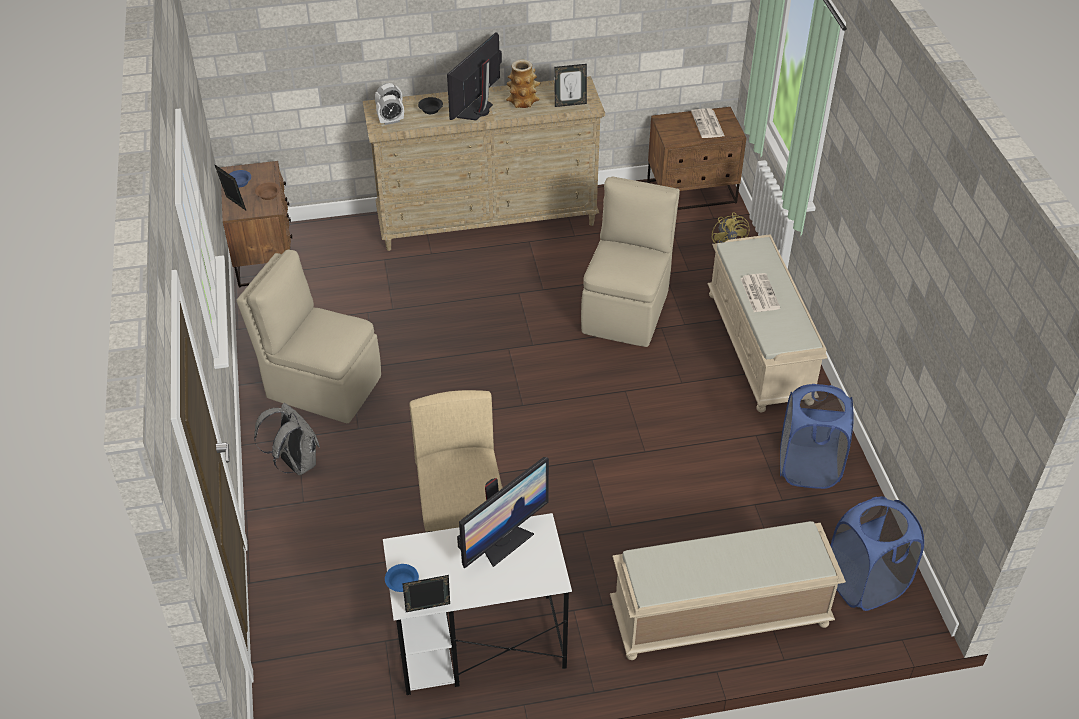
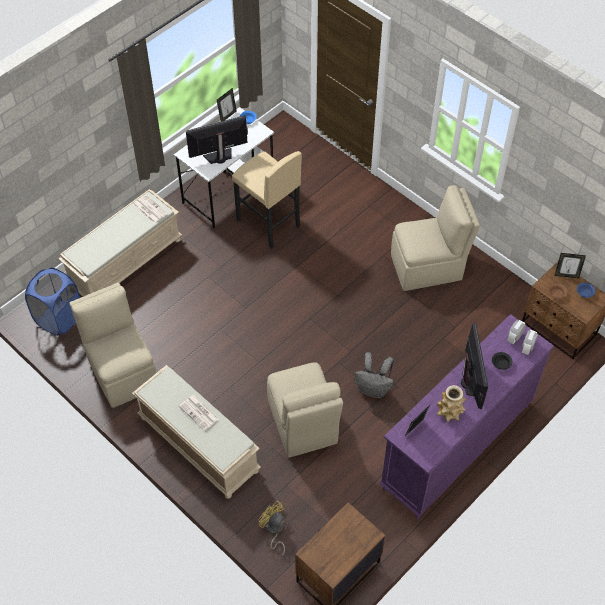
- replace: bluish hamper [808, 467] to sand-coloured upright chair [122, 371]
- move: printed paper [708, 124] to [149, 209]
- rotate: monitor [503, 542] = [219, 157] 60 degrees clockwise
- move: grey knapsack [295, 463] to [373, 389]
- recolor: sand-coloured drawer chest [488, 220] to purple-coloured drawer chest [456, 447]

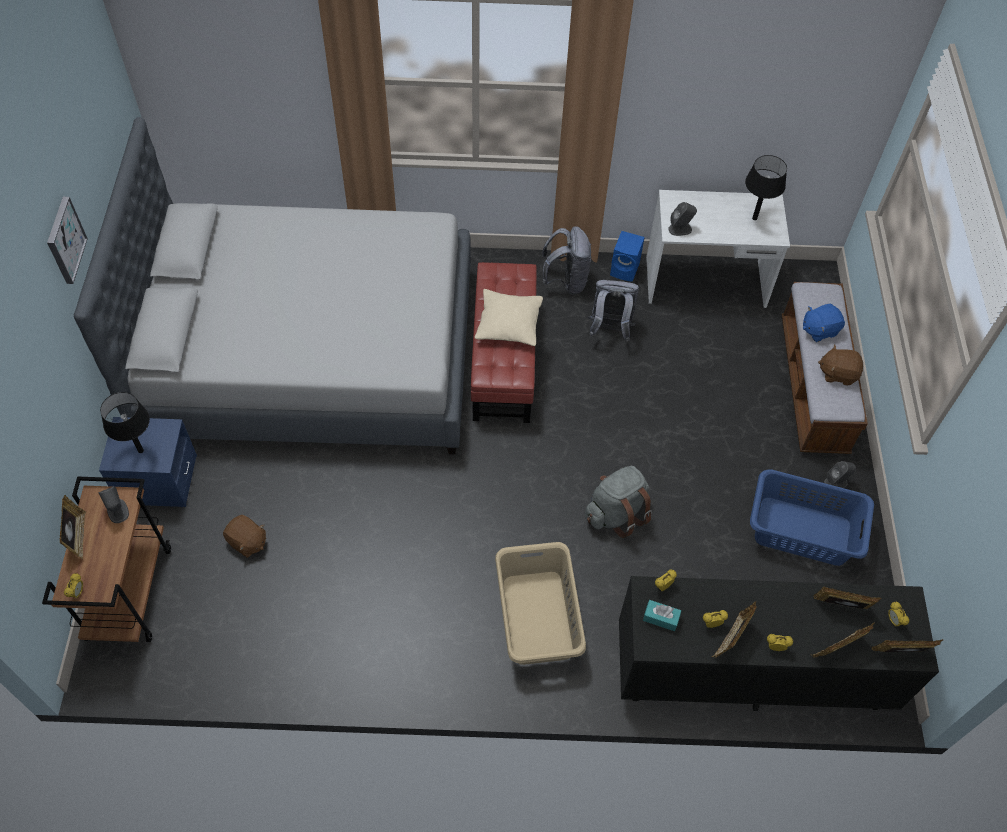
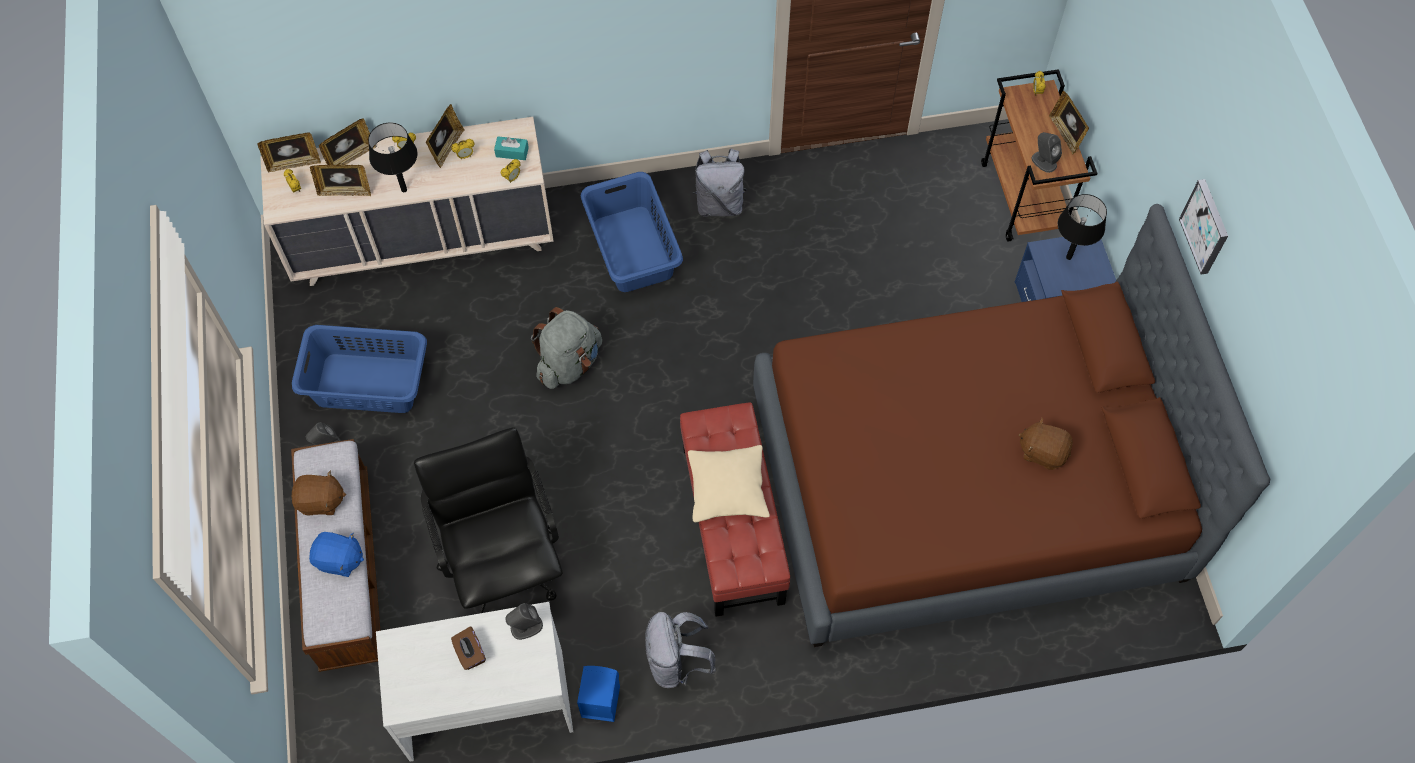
- recolor: black drawer chest [751, 671] to sand-coloured drawer chest [424, 241]
- rotate: bluish soft toy [819, 330] = [339, 560] 45 degrees clockwise
- move: black tabletop lamp [754, 218] to [404, 189]
- insert: black desk chair [504, 563]
- insert: brown tissue holder [470, 653]
- recolor: sand-coloured hamper [536, 618] to bluish hamper [633, 248]
- move: grey knapsack [609, 330] to [719, 204]
- recolor: grey bed [311, 352] to brown bed [965, 484]
- move: brown soft toy [247, 542] to [1042, 452]

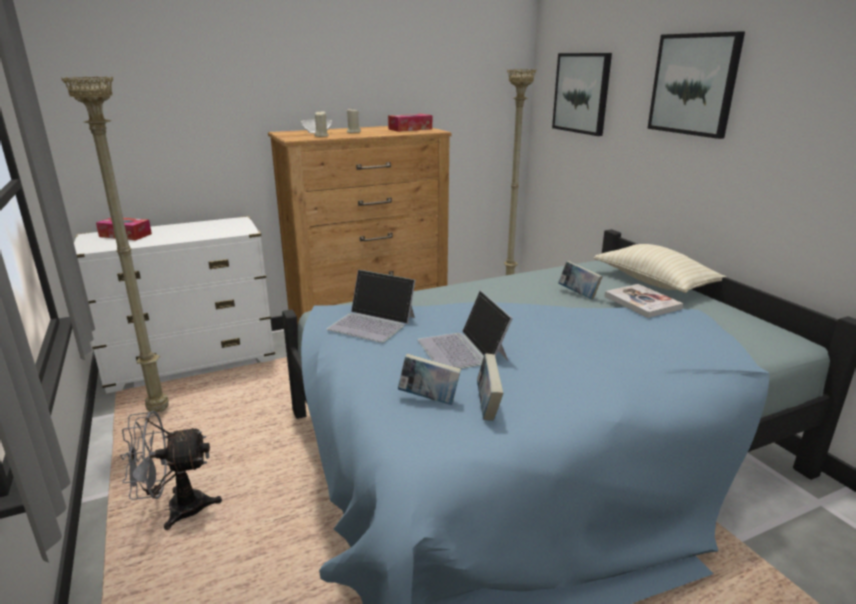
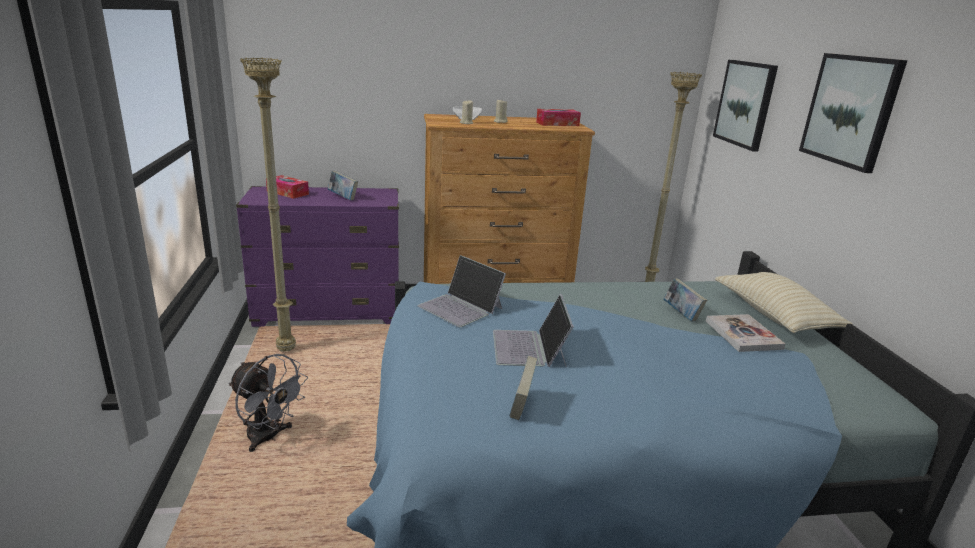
- rotate: grey cooling fan [176, 509] = [269, 437] 150 degrees counterclockwise
- recolor: white-coloured drawer chest [192, 362] to purple-coloured drawer chest [329, 312]
- move: volume [429, 399] to [343, 197]

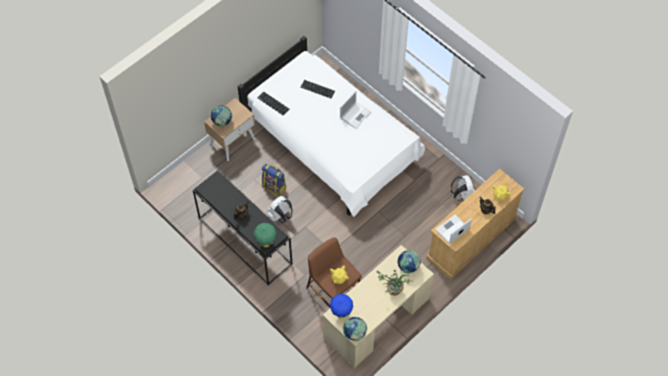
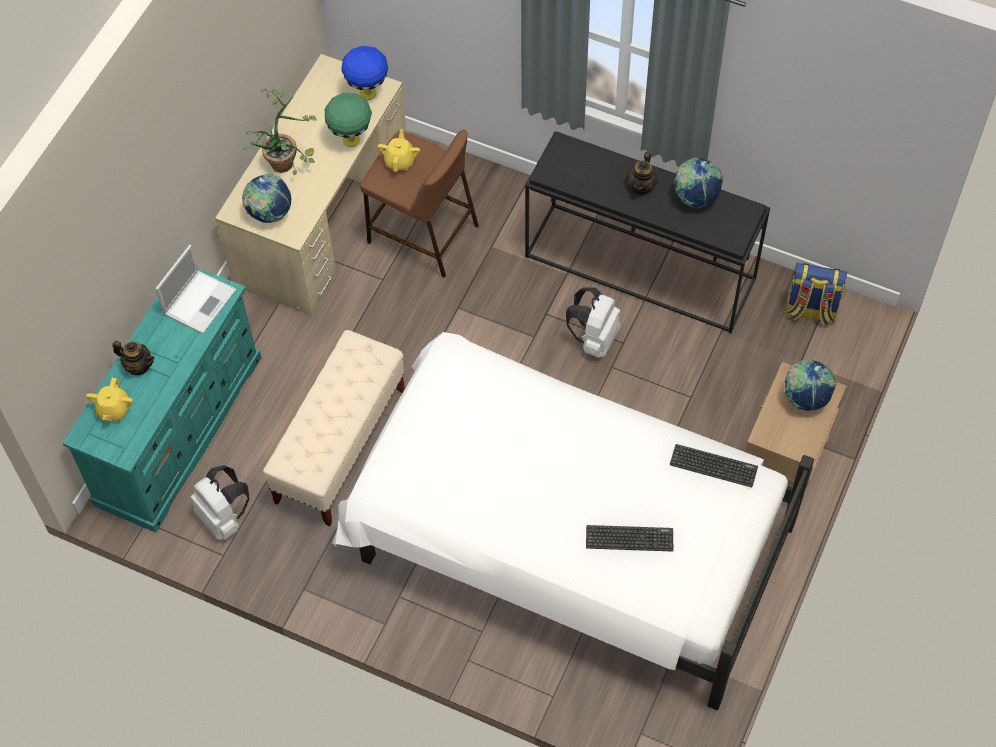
- recolor: sand-coloured drawer chest [471, 239] to turquoise-coloured drawer chest [179, 429]
- insert: sand-coloured indoor bench [340, 446]
- move: greenish tabletop lamp [266, 243] to [351, 141]
- move: world globe [354, 333] to [696, 197]
- move: knapsack [274, 186] to [810, 311]
- delete: notebook computer [355, 114]

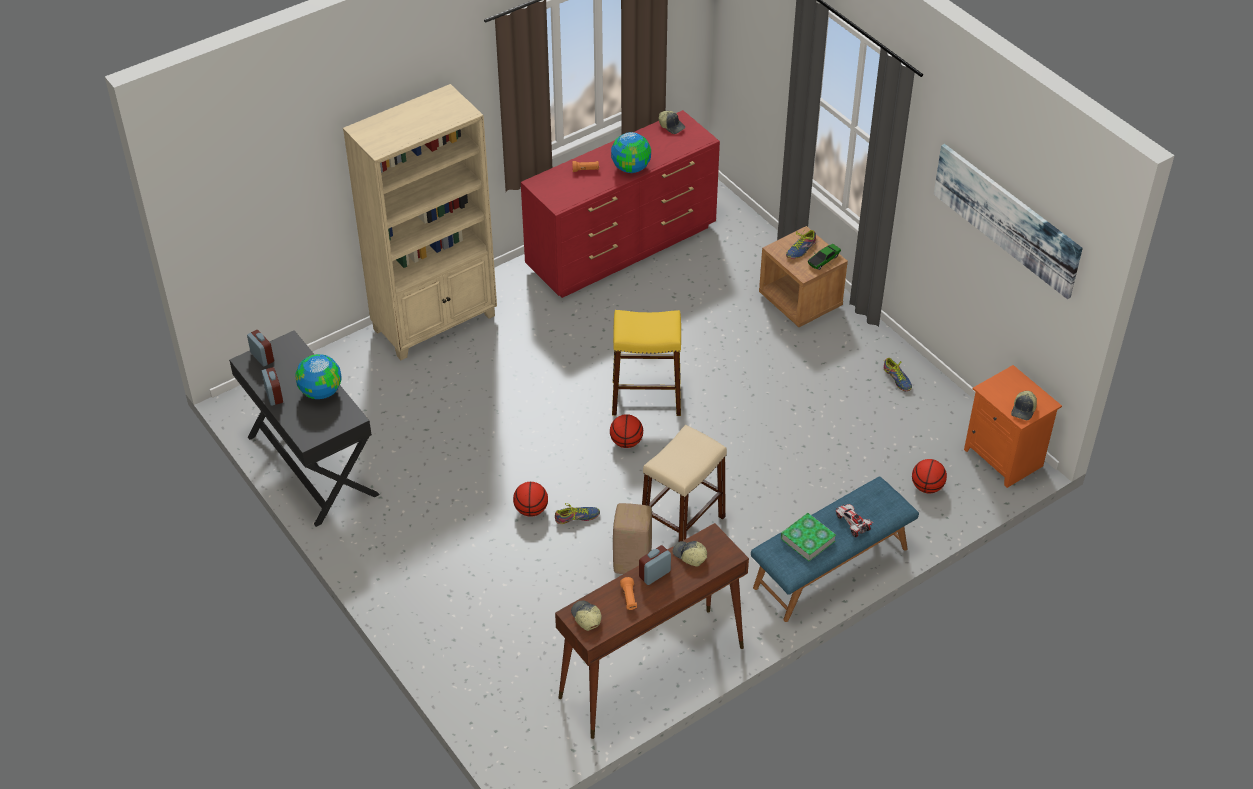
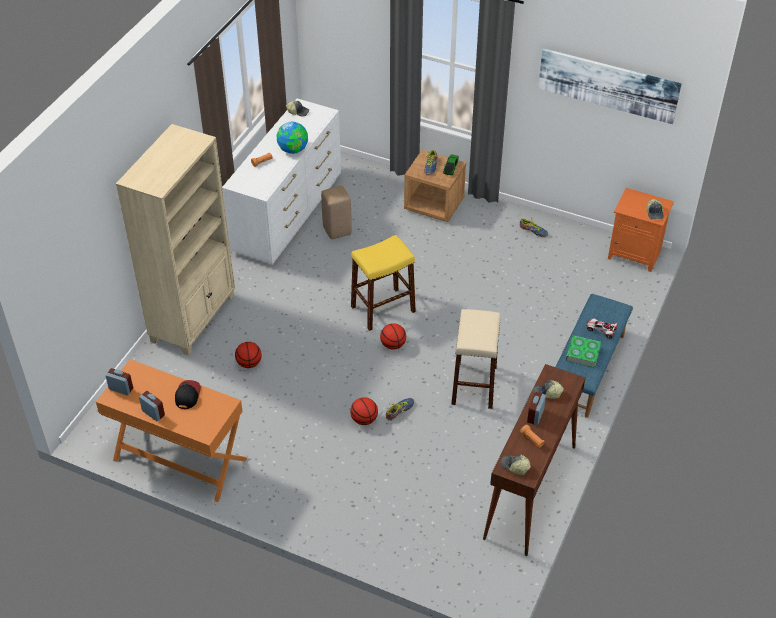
- recolor: black desk [311, 466] to orange desk [179, 459]
- replace: world globe [320, 392] to cap [187, 395]
- recolor: red drawer chest [623, 248] to white-coloured drawer chest [288, 215]
- move: ball for basketball [927, 487] to [249, 363]
- move: sand-coloured sitting stool [633, 563] to [337, 231]

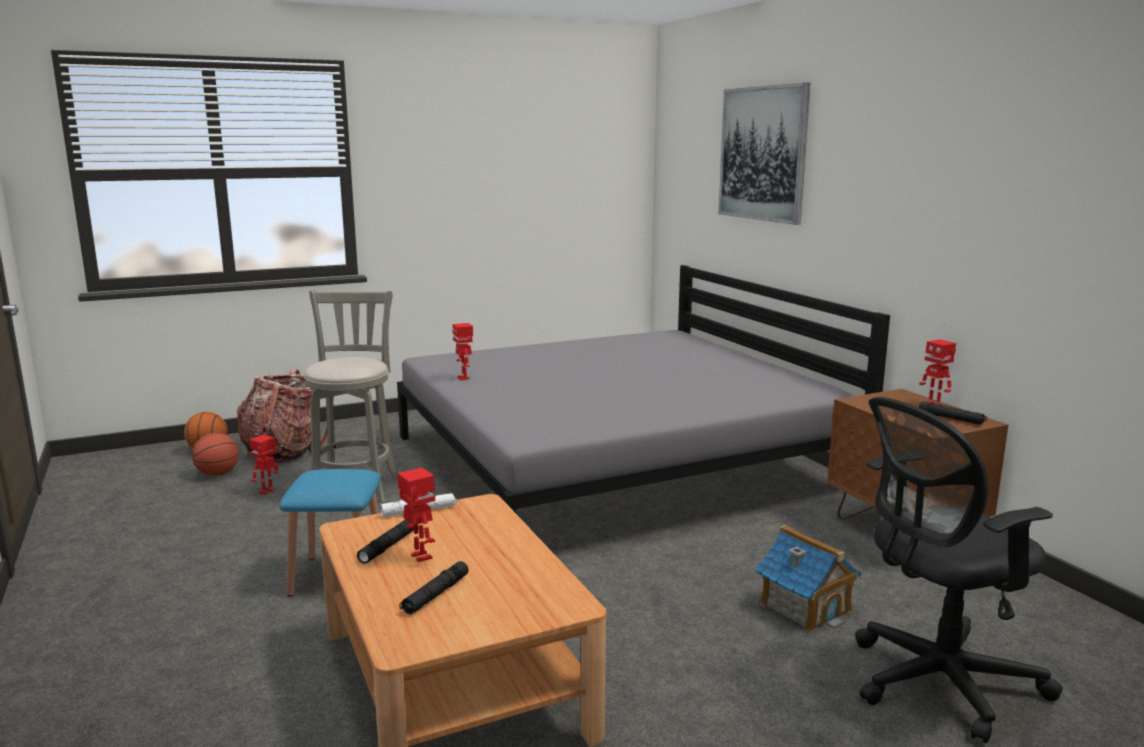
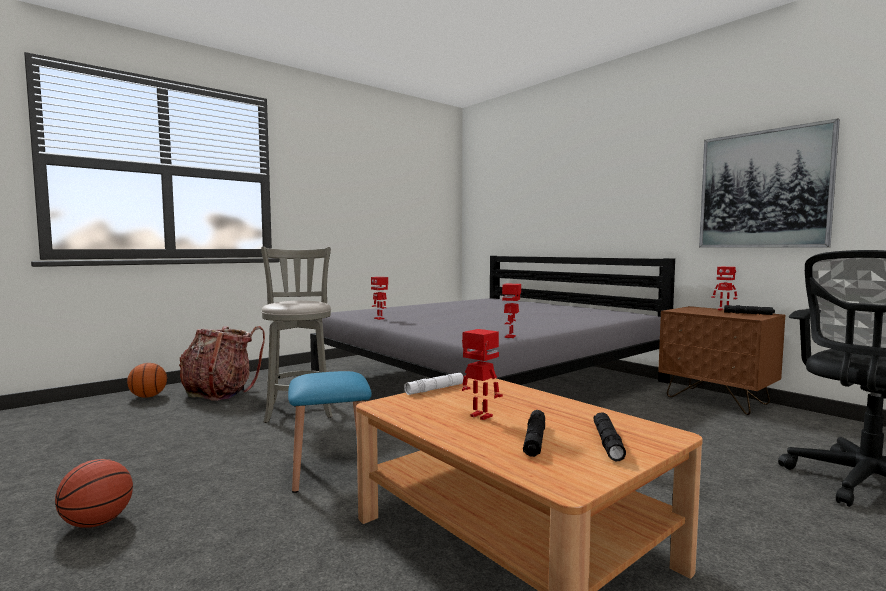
- move: ball for basketball [218, 474] to [97, 522]
- move: model robot [267, 491] to [510, 337]
- move: black hand torch [388, 546] to [608, 442]
- move: wall art [763, 154] to [763, 189]
- delete: miniature house [805, 607]

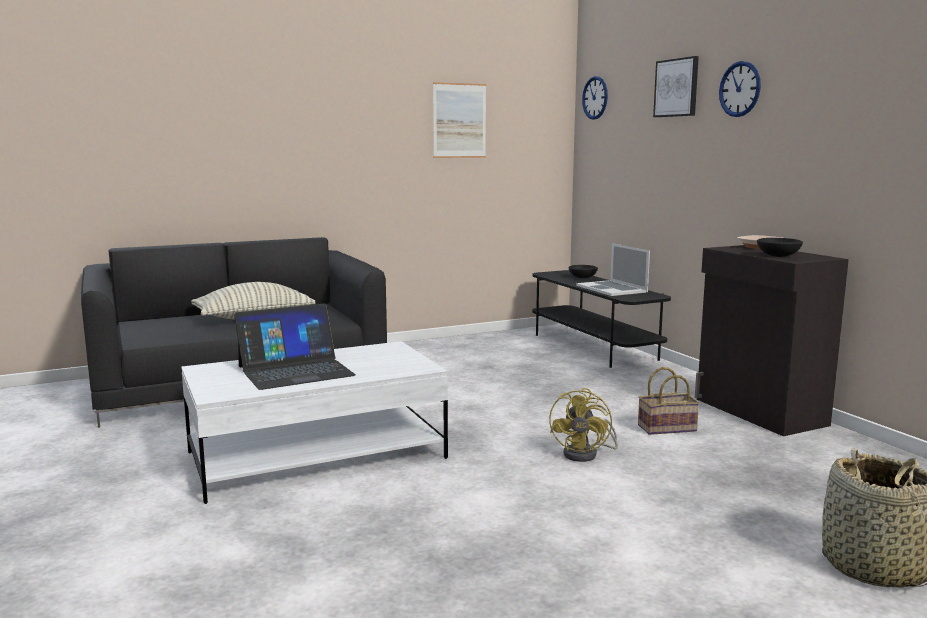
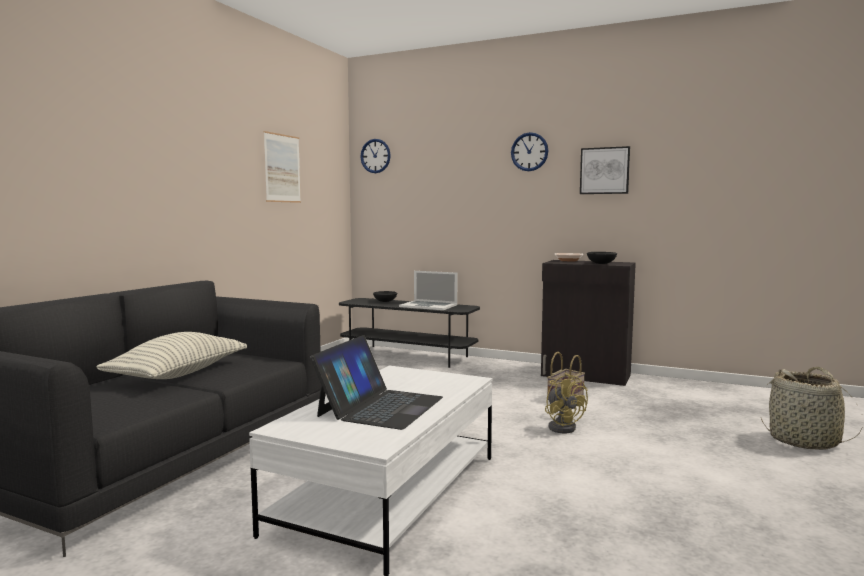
- move: wall art [677, 88] to [604, 170]

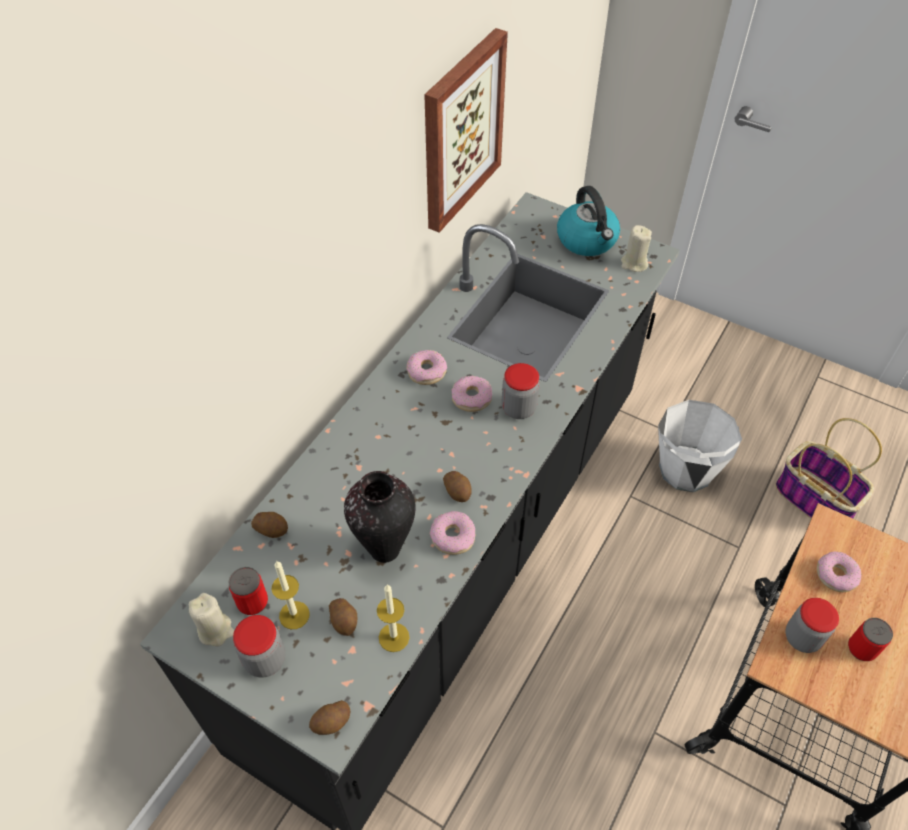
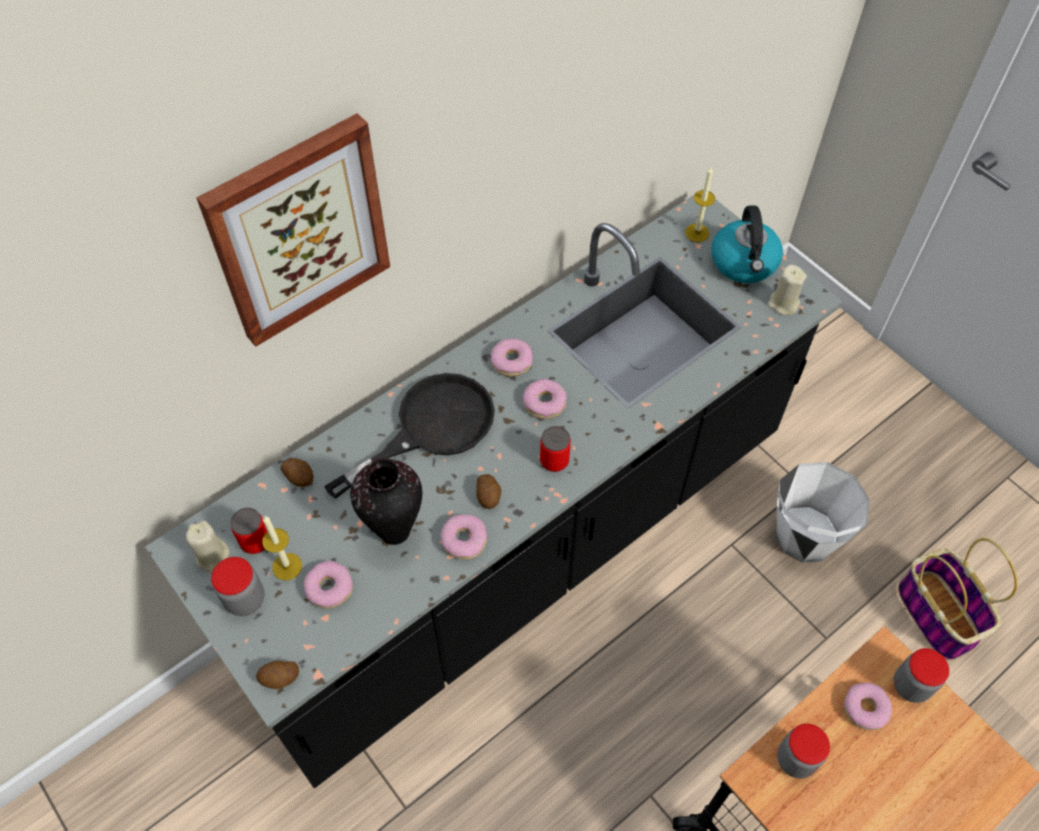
- move: wall art [460, 131] to [298, 230]
- replace: spud [344, 621] to ring doughnut [329, 588]
- insert: black pan [431, 428]
- move: can [861, 648] to [554, 460]
- move: wax light [394, 637] to [697, 233]
- move: preserve jar [518, 408] to [911, 685]

